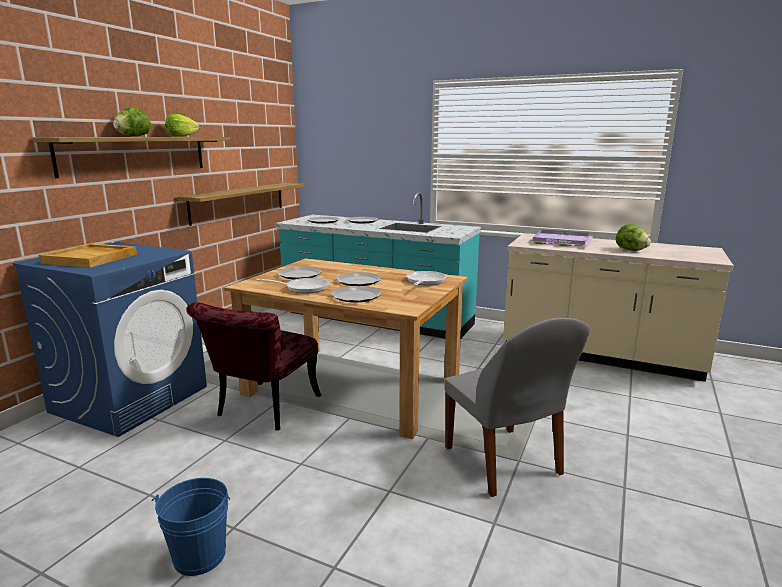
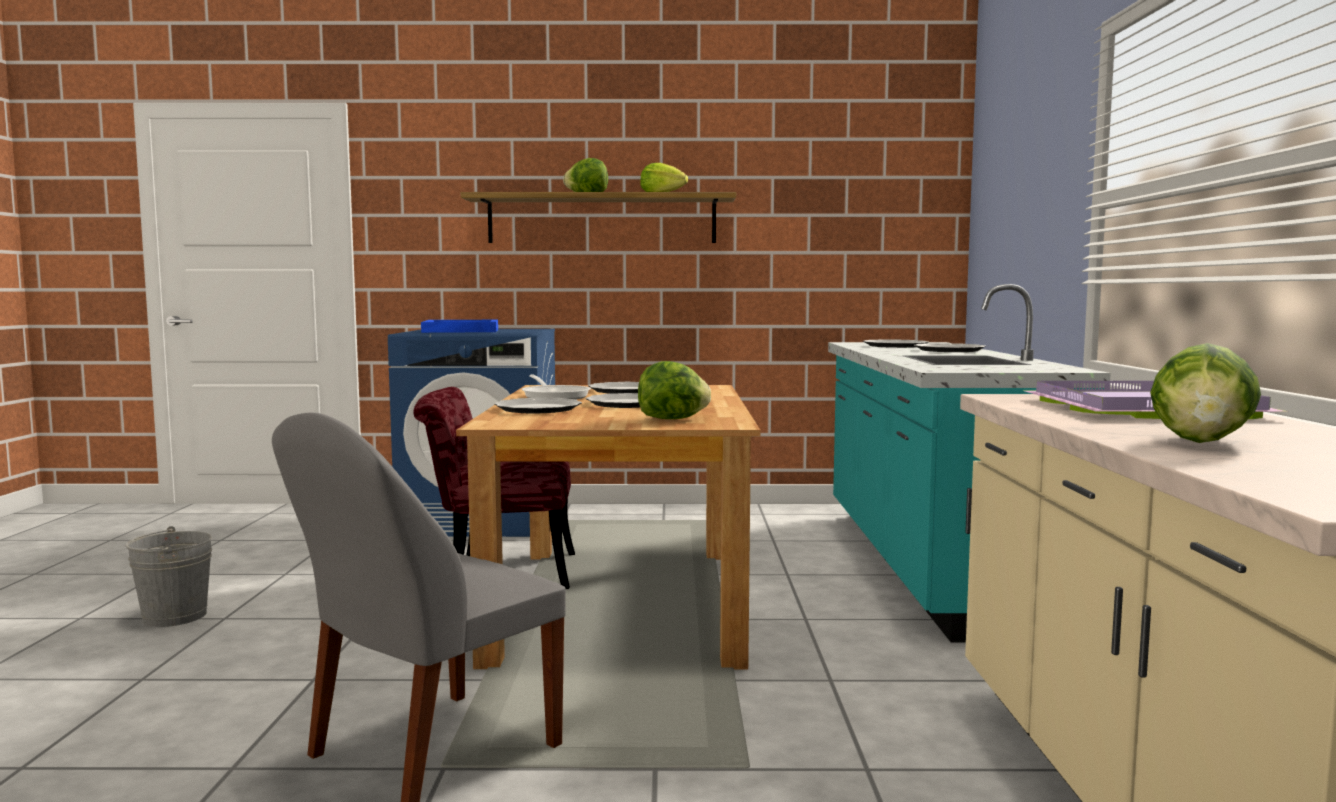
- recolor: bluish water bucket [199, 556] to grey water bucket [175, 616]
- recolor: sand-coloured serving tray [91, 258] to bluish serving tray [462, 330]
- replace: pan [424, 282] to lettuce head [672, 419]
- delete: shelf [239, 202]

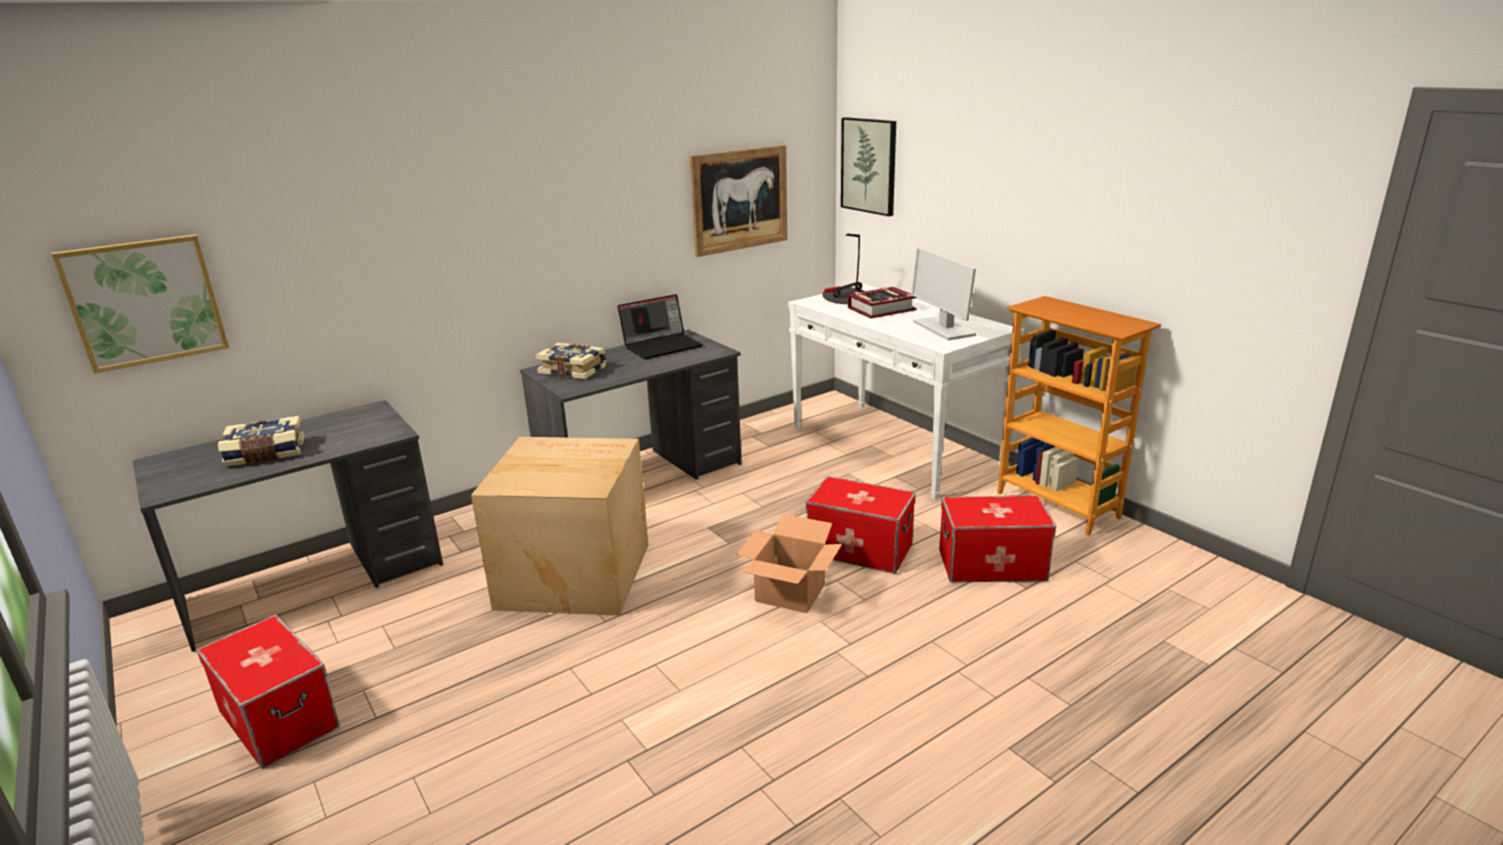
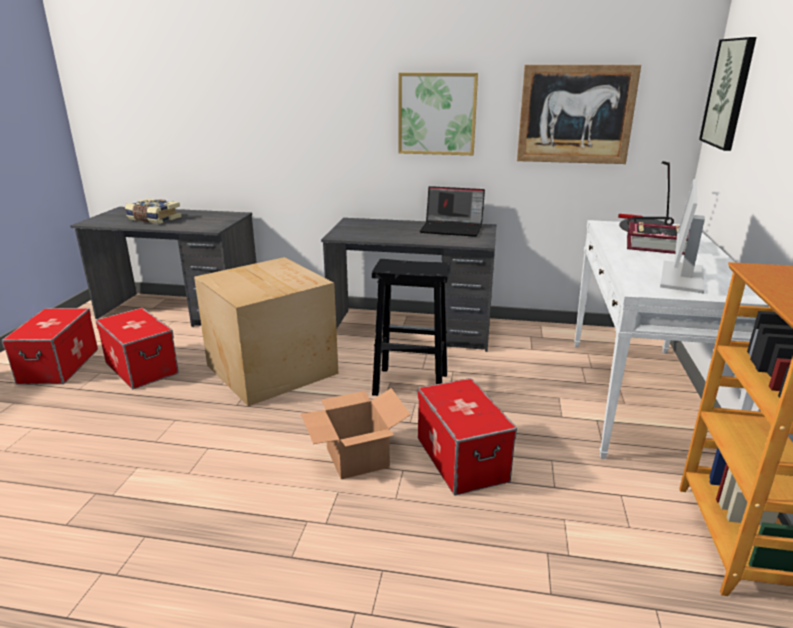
- move: storage container [991, 565] to [141, 368]
- insert: black sitting stool [409, 384]
- move: wall art [145, 302] to [437, 114]
- delete: volume [573, 370]

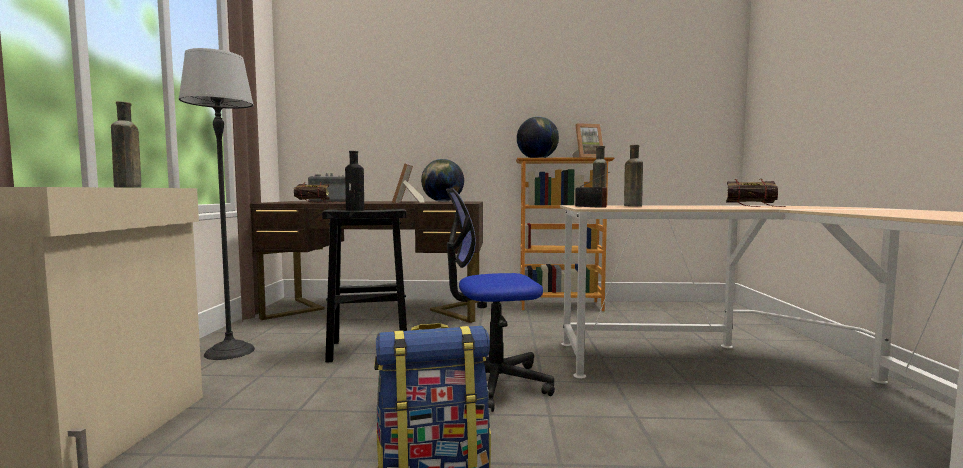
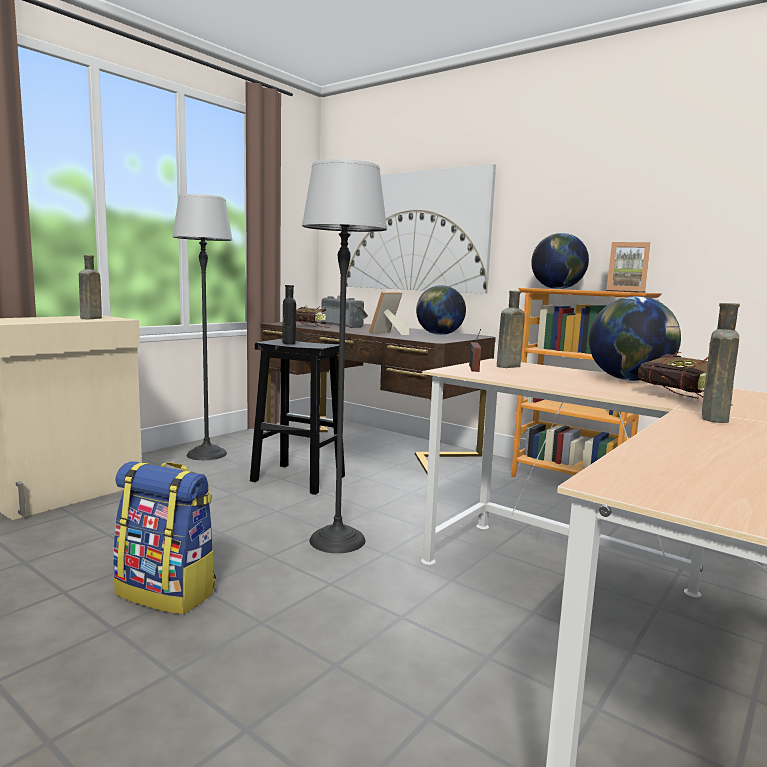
- replace: desk chair [492, 383] to standard lamp [337, 540]
- insert: wall art [415, 232]
- insert: world globe [629, 380]
- move: brown drink bottle [632, 206] to [714, 417]

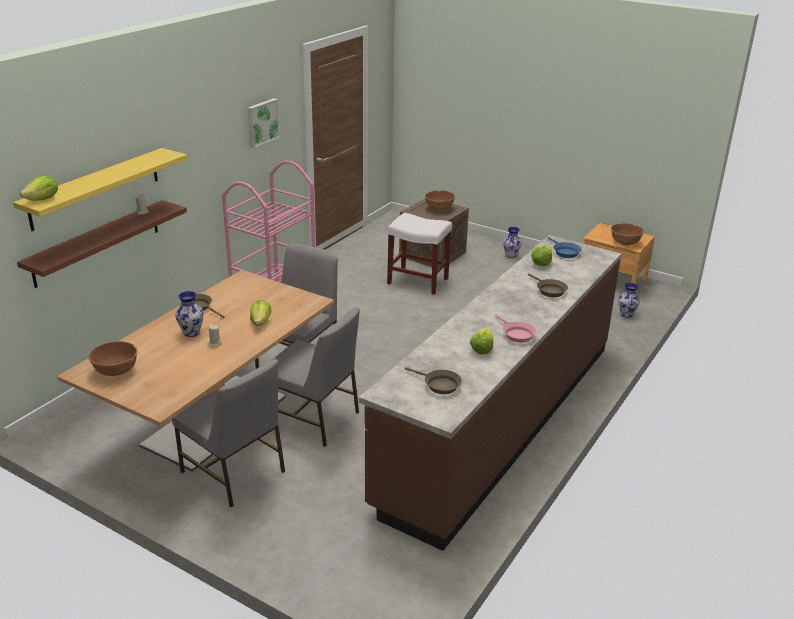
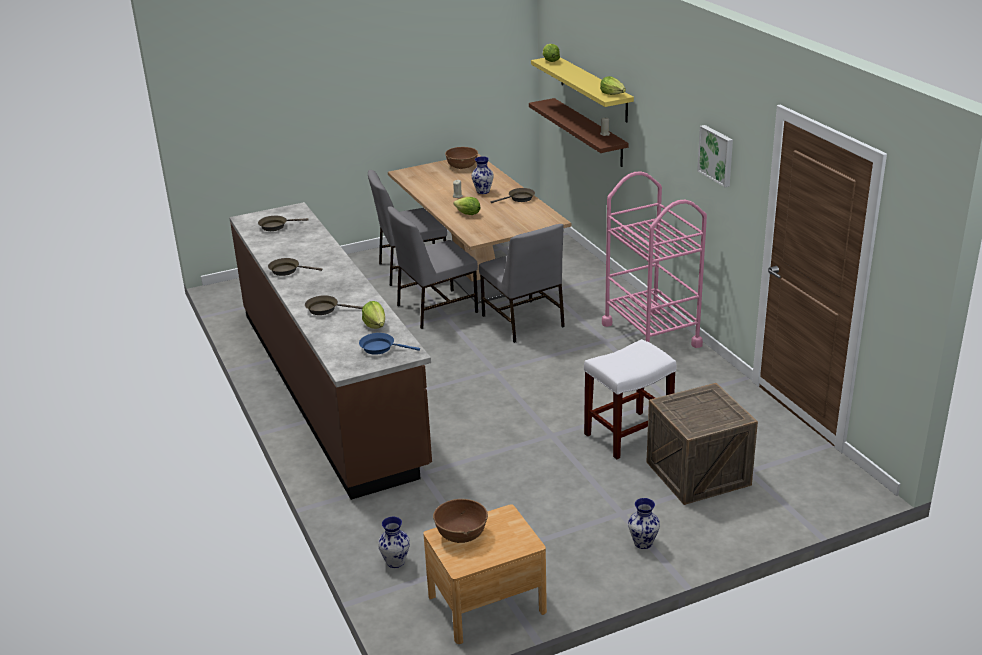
- recolor: pink pan [516, 334] to brown pan [287, 270]
- move: lettuce head [482, 348] to [613, 94]
- delete: brown deep dish [439, 208]

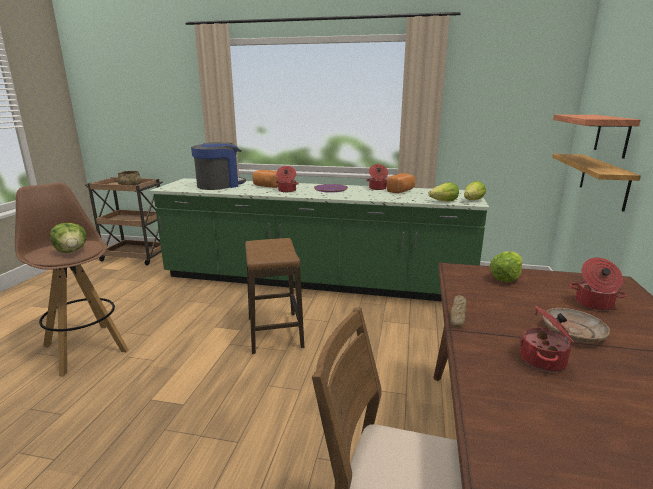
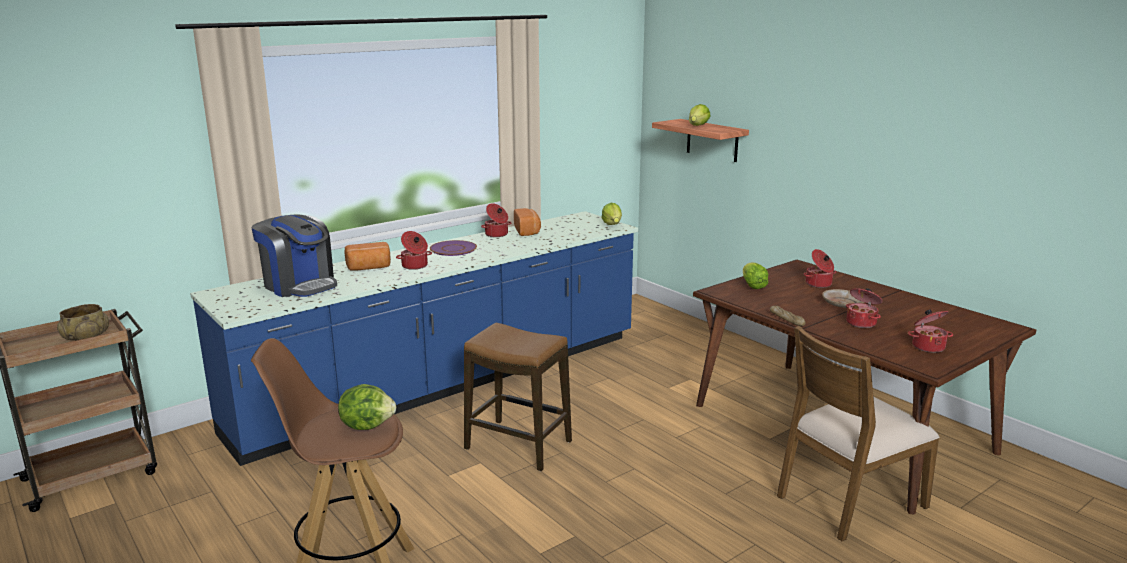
- recolor: greenish counter [315, 282] to bluish counter [447, 383]
- rotate: coffee maker [219, 185] = [299, 285] 135 degrees clockwise
- move: lettuce head [444, 201] to [698, 126]
- insert: cooking pot [928, 346]
- delete: shelf [603, 180]

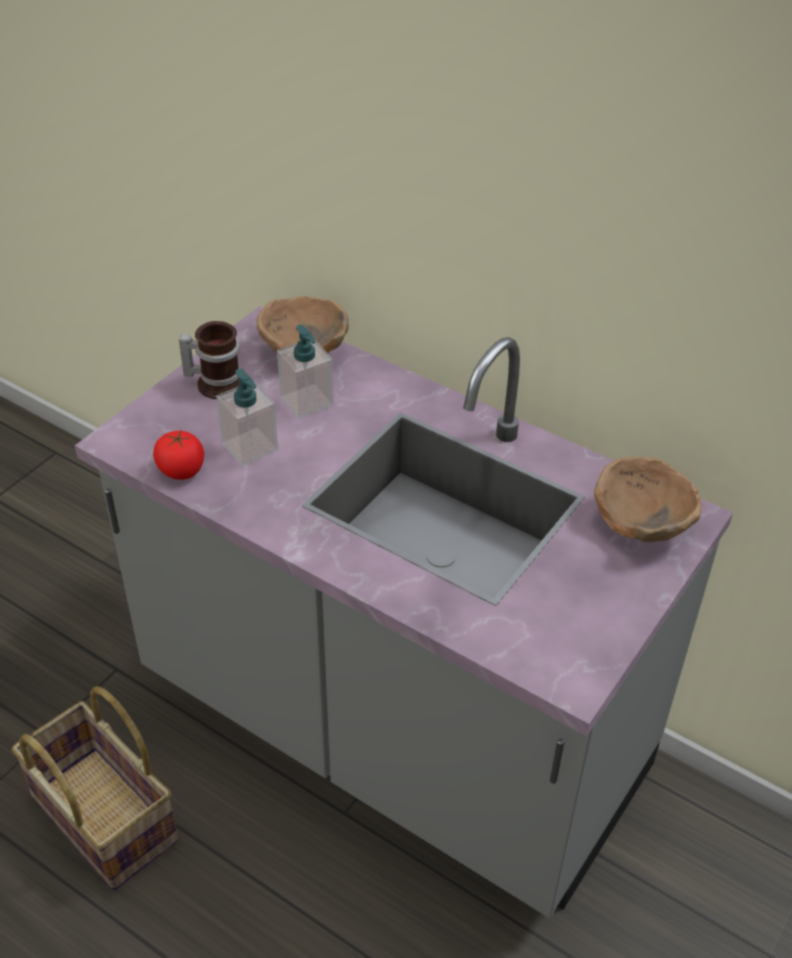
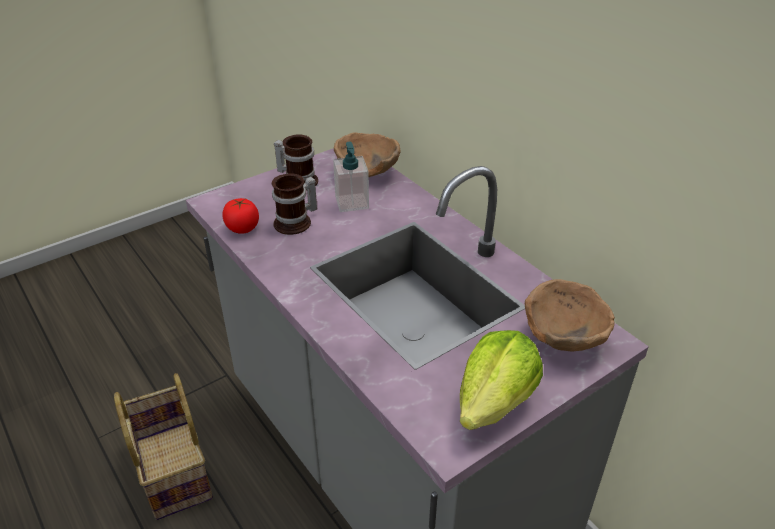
- replace: soap dispenser [250, 447] to mug [296, 223]
- insert: lettuce head [495, 402]

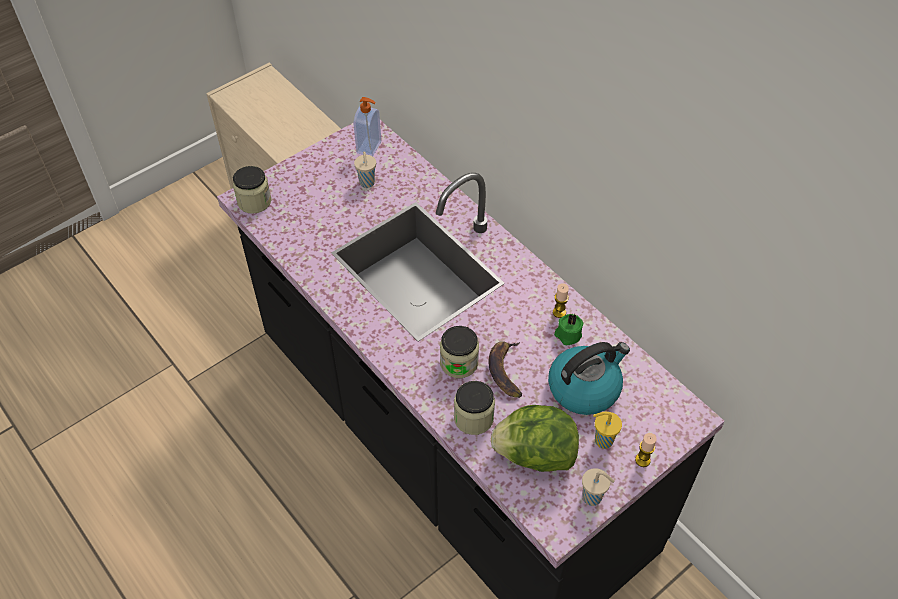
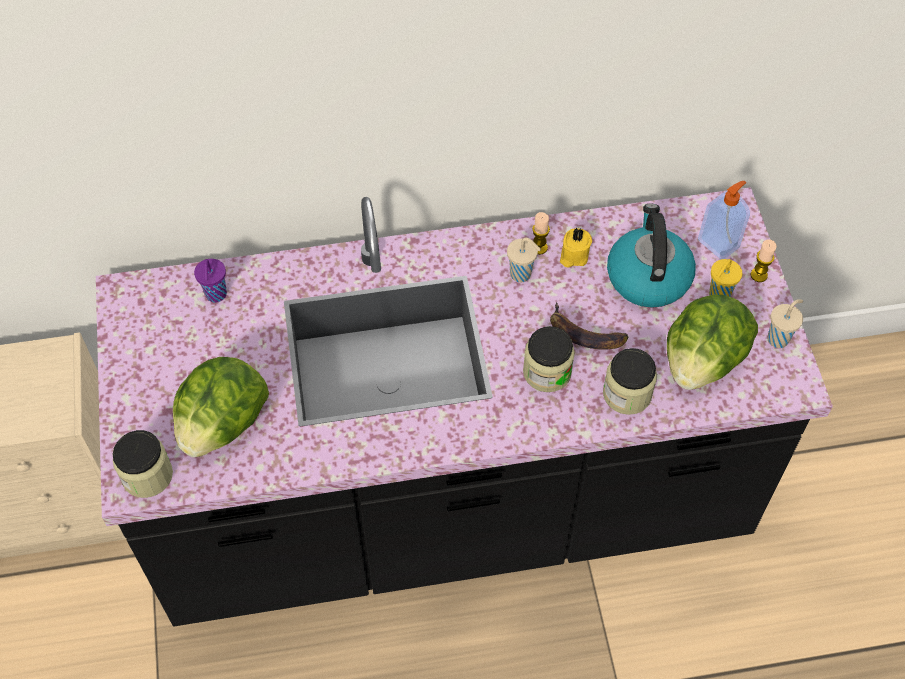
- insert: lettuce head [223, 424]
- insert: purple-coloured small cup [216, 295]
- move: sand-coloured small cup [367, 183] to [522, 274]
- recolor: greenish wax light [567, 335] to yellowish wax light [573, 256]
- move: soap dispenser [370, 147] to [719, 243]

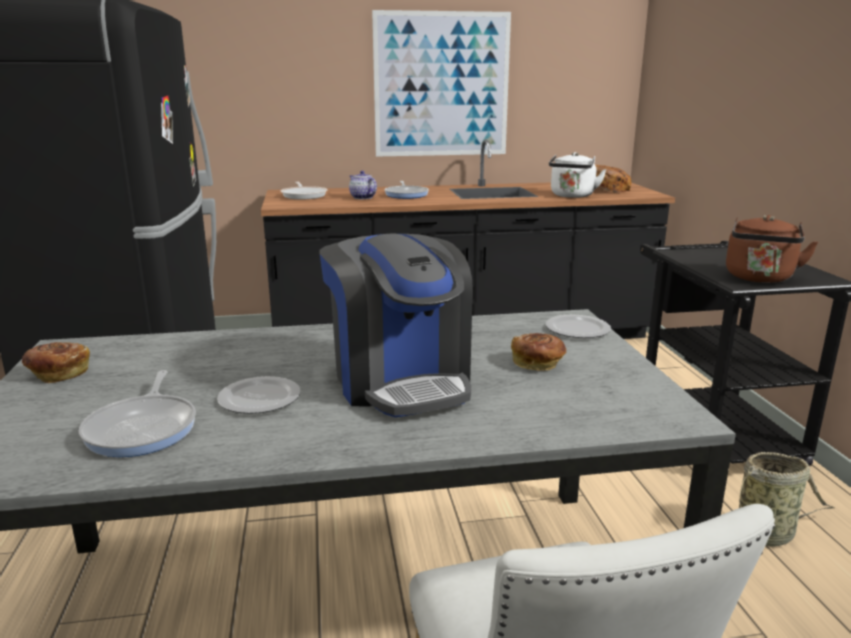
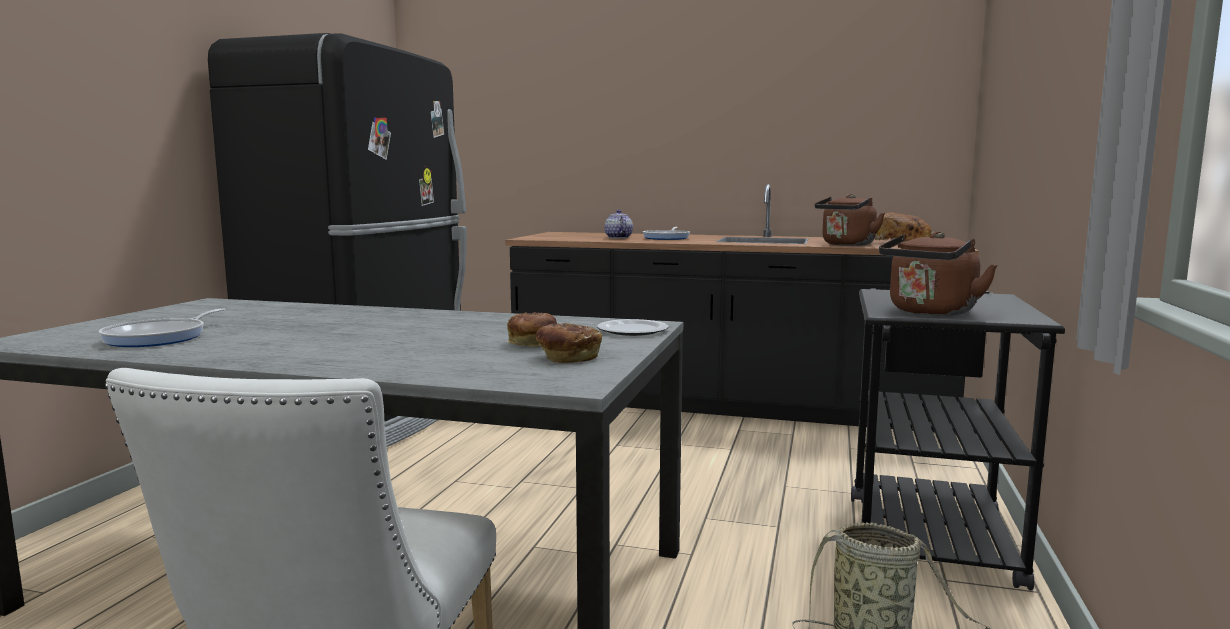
- move: bakery bread [58, 374] to [567, 357]
- recolor: white-coloured water kettle [572, 196] to brown water kettle [846, 245]
- delete: dinner plate [258, 399]
- delete: pan [304, 195]
- delete: coffee maker [400, 380]
- delete: wall art [441, 85]

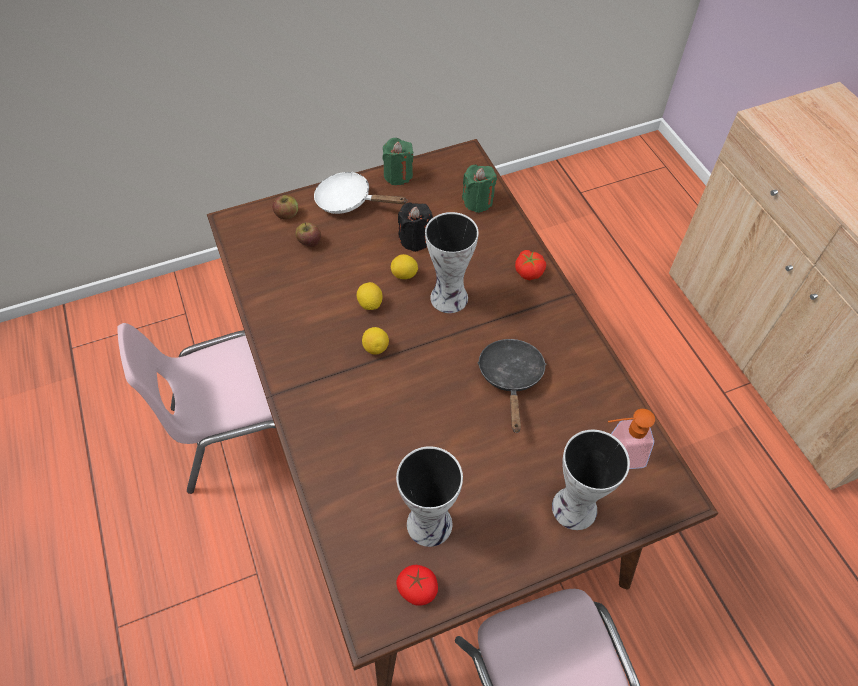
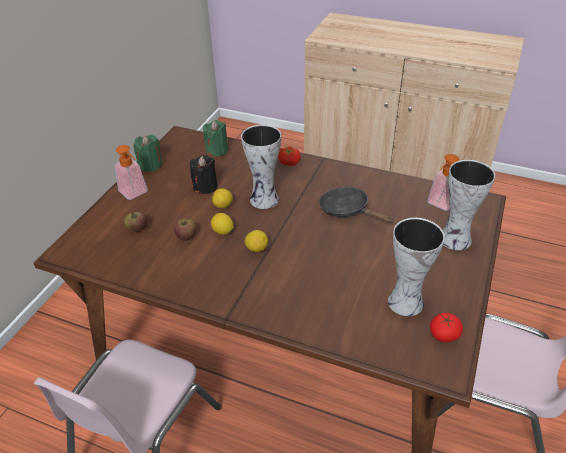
- replace: white-coloured pan [349, 201] to soap dispenser [136, 194]
- move: apple fruit [287, 214] to [186, 236]

